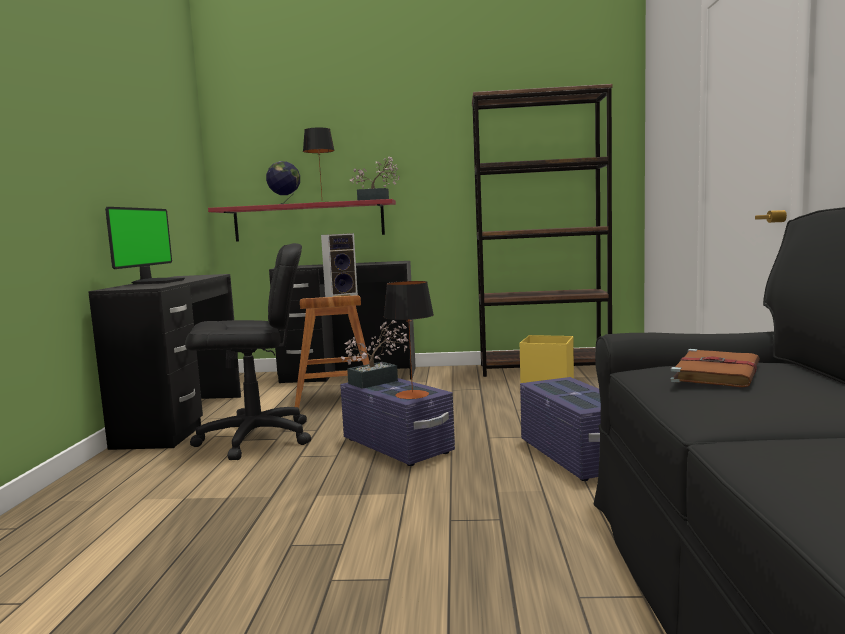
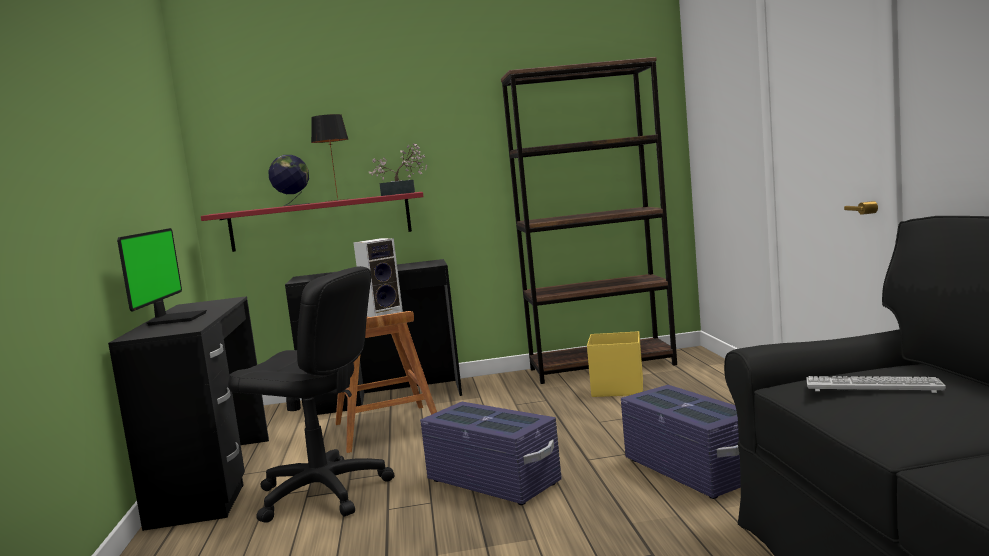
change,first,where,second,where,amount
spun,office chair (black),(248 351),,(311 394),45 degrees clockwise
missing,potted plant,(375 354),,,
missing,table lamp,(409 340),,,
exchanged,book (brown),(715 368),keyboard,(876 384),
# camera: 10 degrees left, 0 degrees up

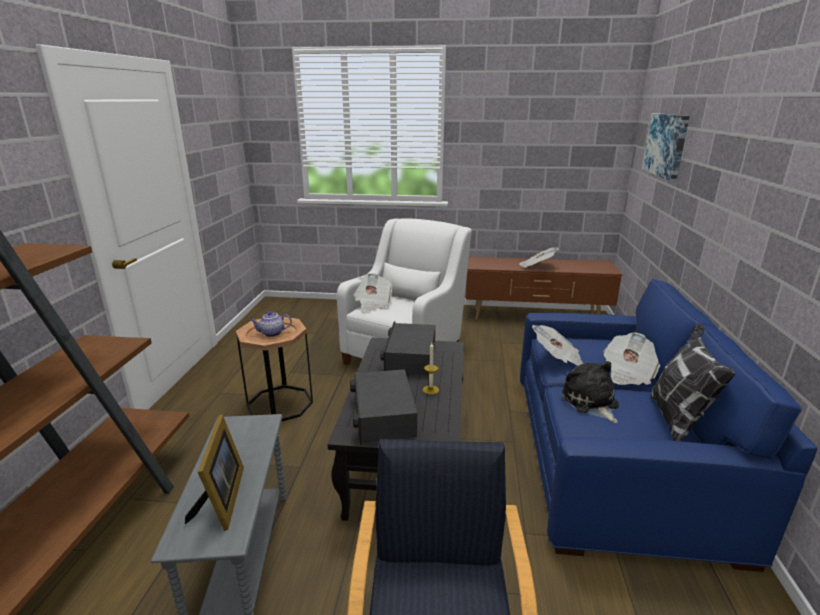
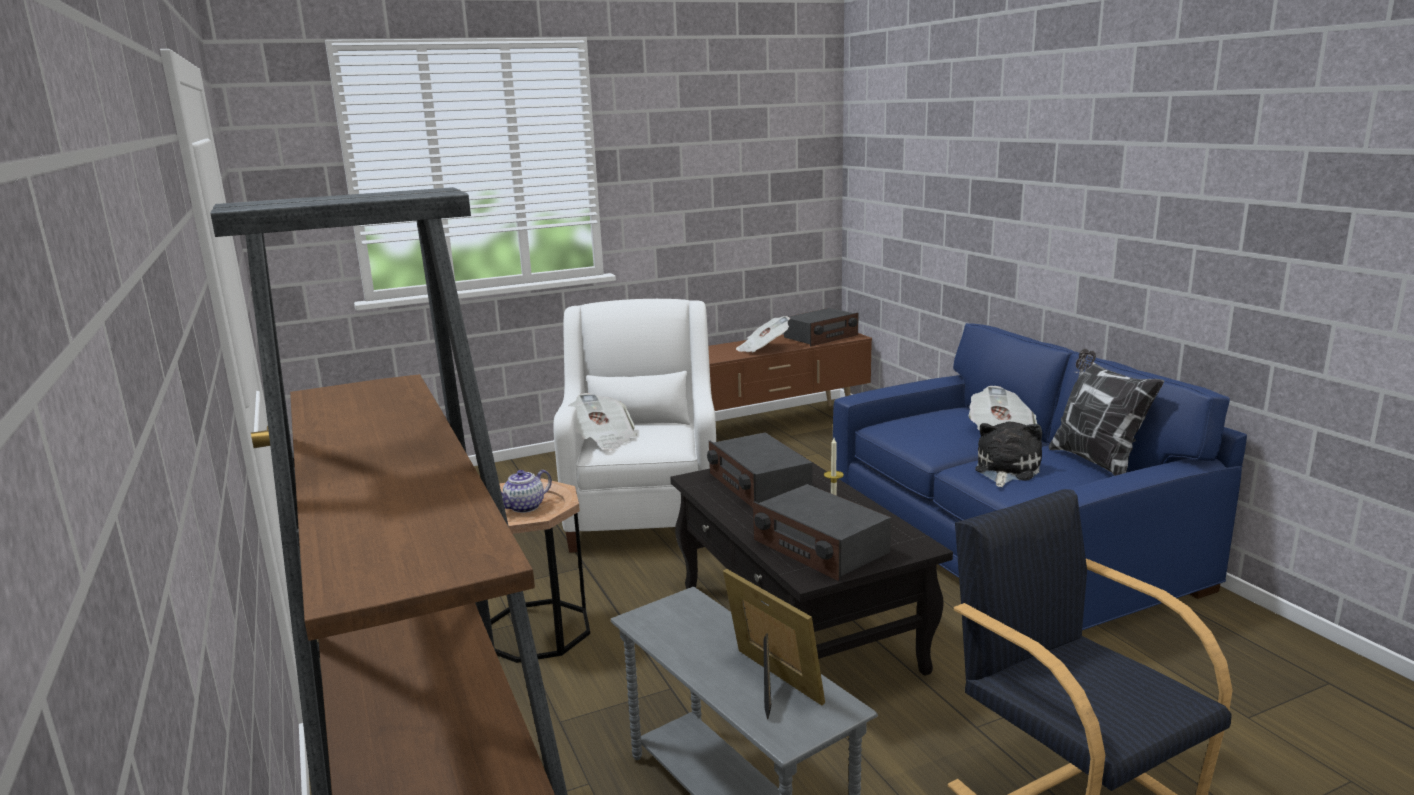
change,first,where,second,where,amount
missing,newspaper,(557 345),,,
spun,plush toy,(590 392),,(1008 454),75 degrees clockwise
missing,picture,(666 147),,,
appeared,,,radio,(821 327),
# camera: 30 degrees left, 5 degrees down

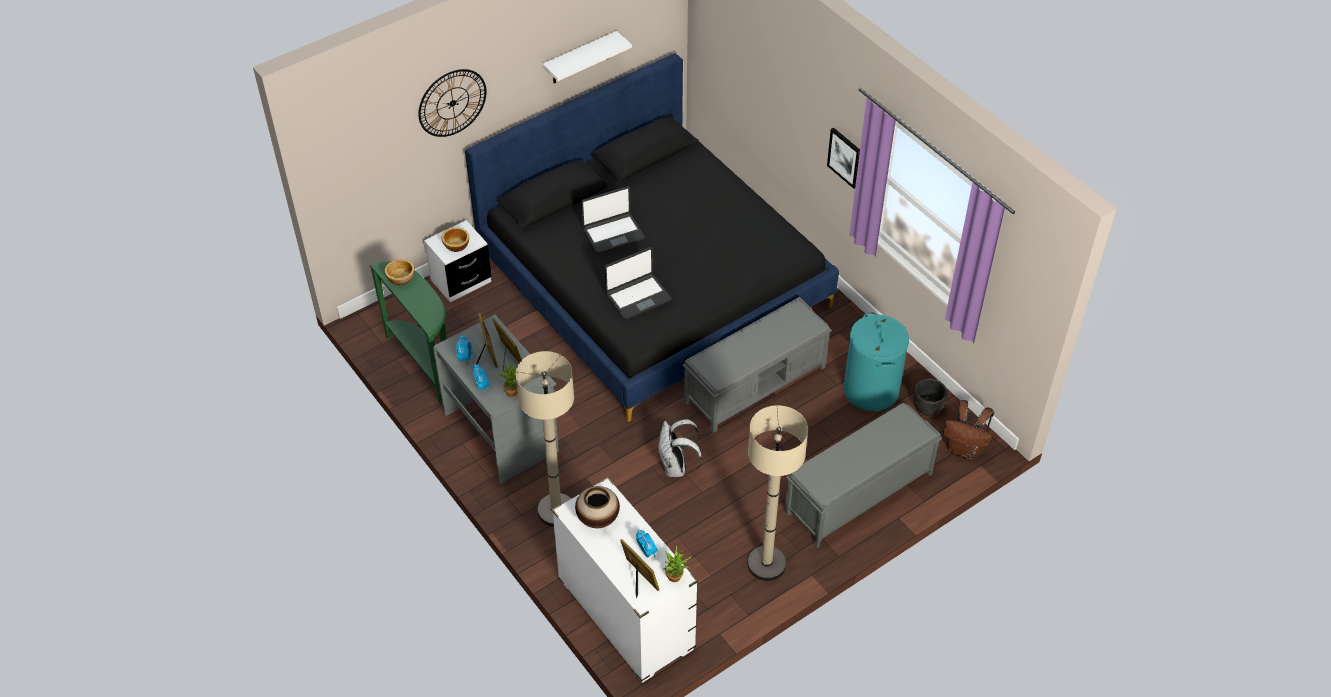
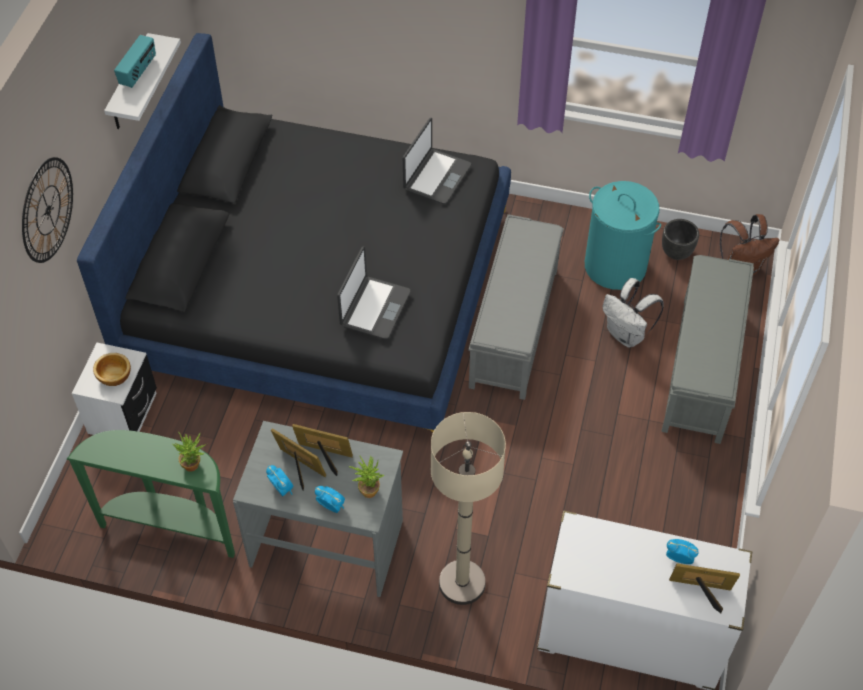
change,first,where,second,where,amount
missing,bowl,(400 272),,,
missing,vase,(597 507),,,
relocated,laptop,(613 219),,(437 161),
relocated,backpack (white),(680 448),,(633 313),
relocated,potted plant,(677 564),,(189 452),
missing,floor lamp (beige),(777 493),,,
missing,picture,(843 158),,,
appeared,,,radio,(135 61),
# camera: 40 degrees left, 5 degrees up

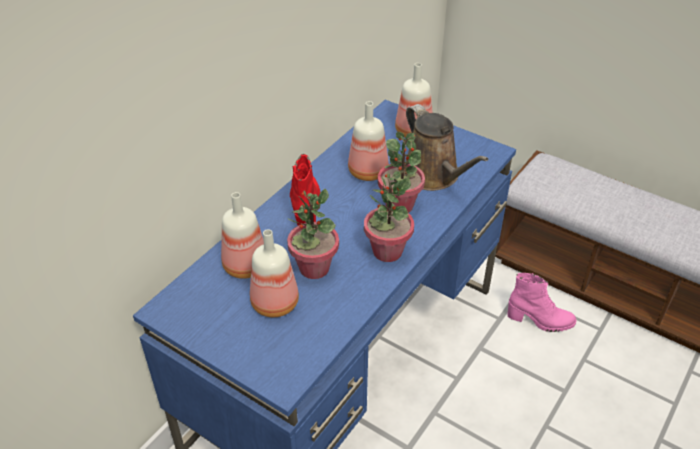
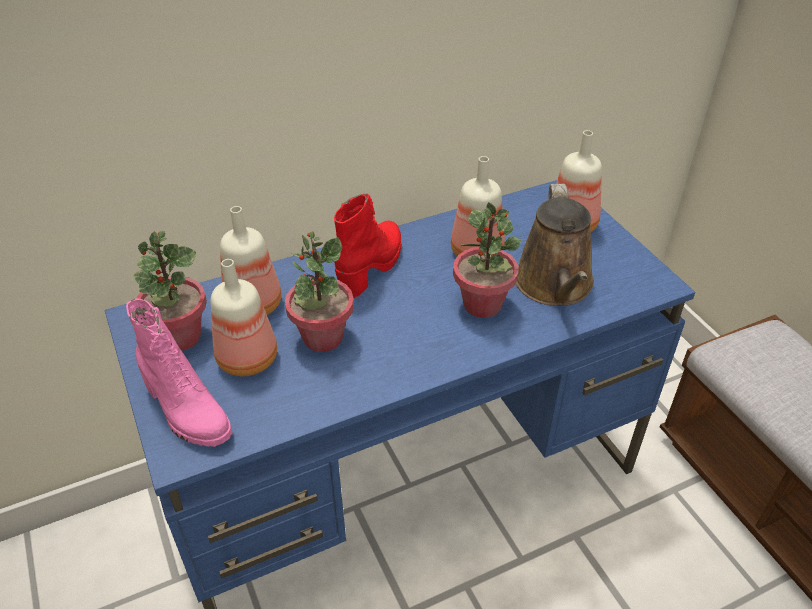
change,first,where,second,where,amount
relocated,potted plant,(389 217),,(170 291),
relocated,boot (pink),(542 302),,(179 373),
# camera: 30 degrees right, 0 degrees up

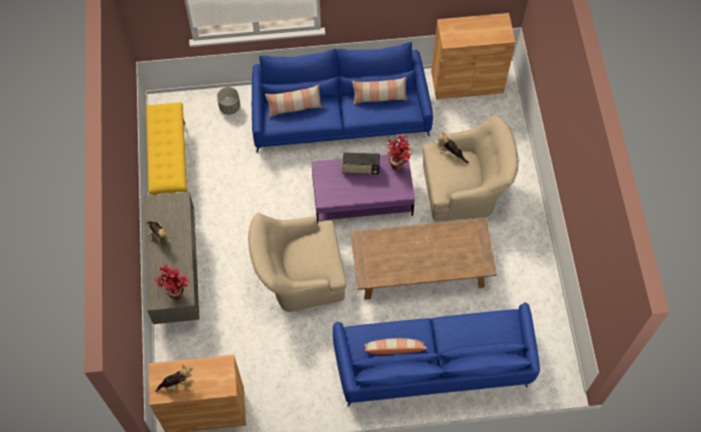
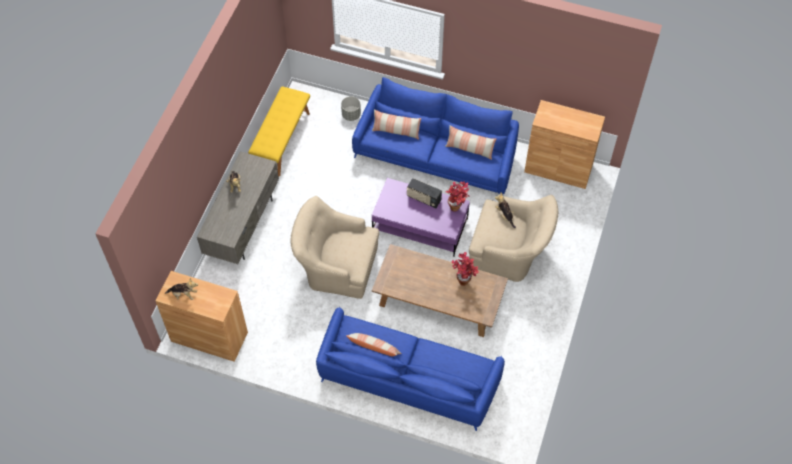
change,first,where,second,where,amount
relocated,potted plant,(171 282),,(465 269),
# camera: 25 degrees right, 5 degrees down

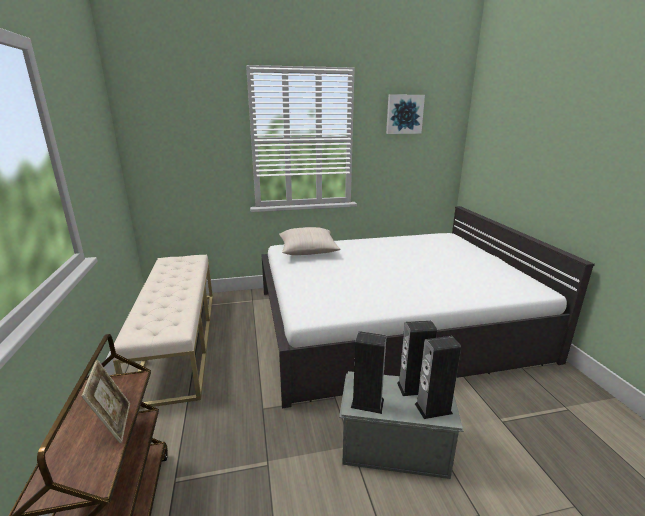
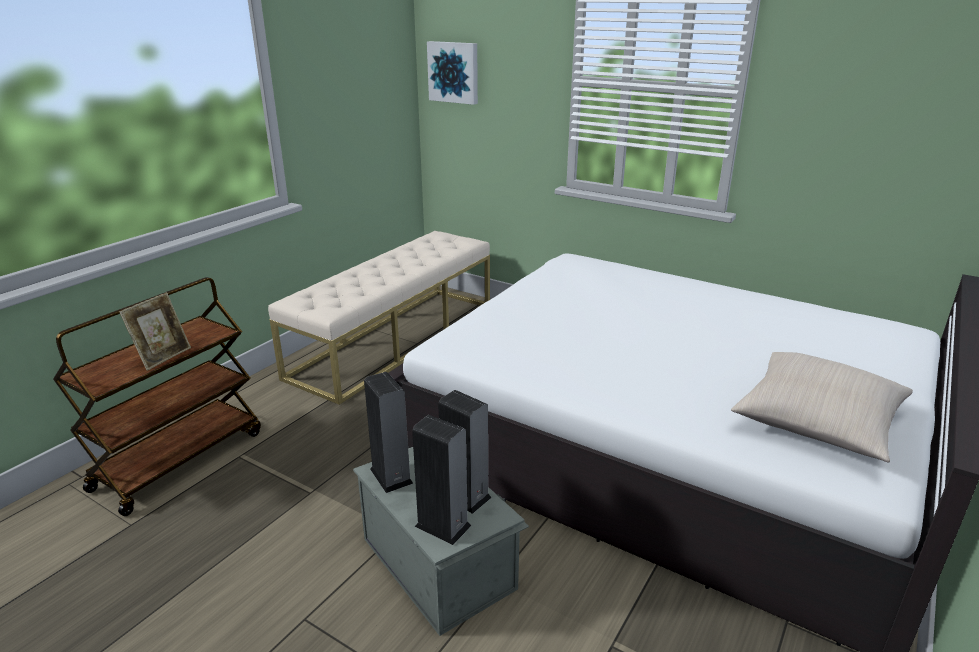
change,first,where,second,where,amount
relocated,pillow (beige),(310 241),,(822 407),
relocated,picture,(405 114),,(452 73),
# camera: 45 degrees right, 5 degrees up

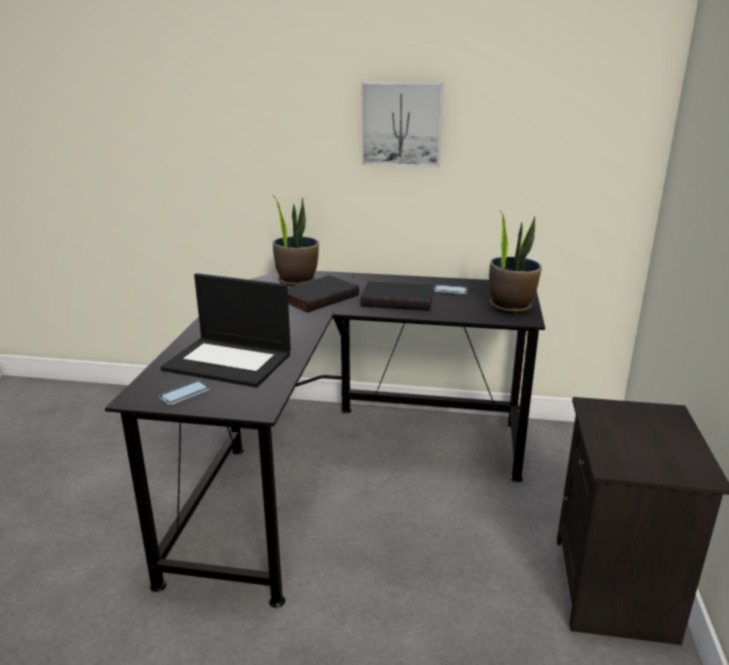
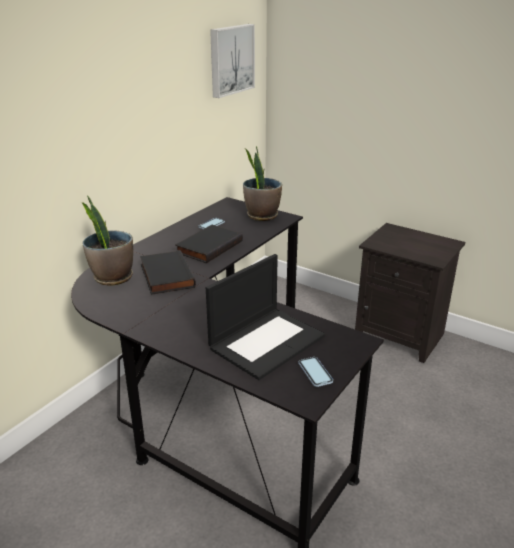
change,first,where,second,where,amount
relocated,picture,(402 124),,(232 61),
# camera: 65 degrees left, 5 degrees up

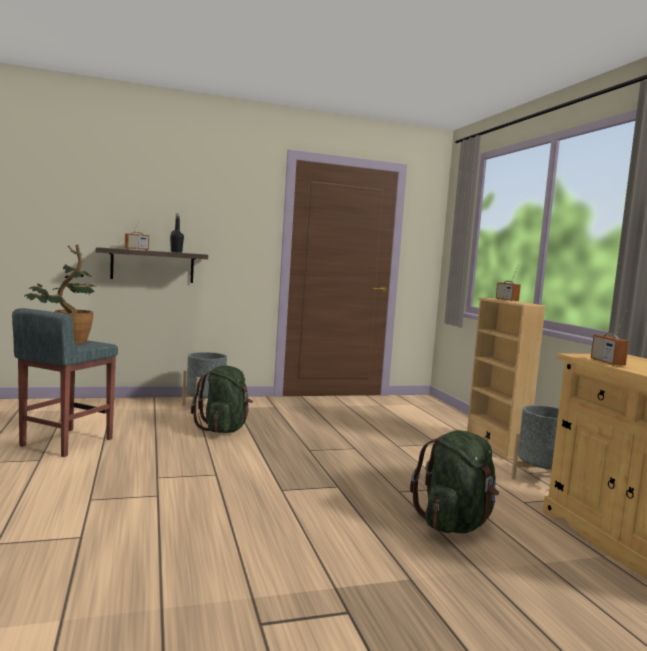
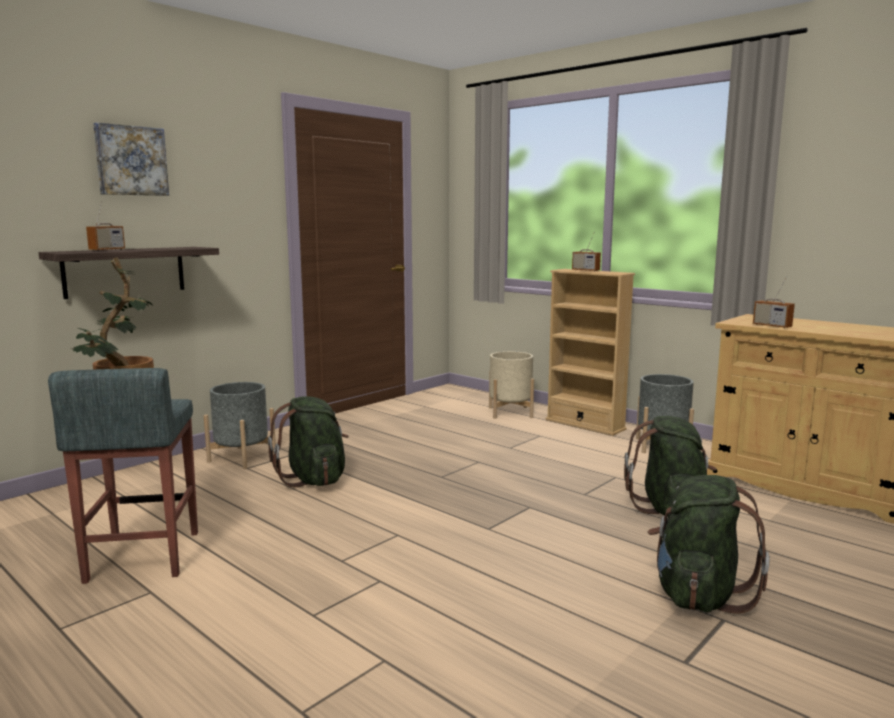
change,first,where,second,where,amount
missing,bottle (black),(177 233),,,
appeared,,,picture,(131 159),
appeared,,,planter (beige),(511 385),
appeared,,,backpack (green),(708 544),
# camera: 30 degrees left, 5 degrees up

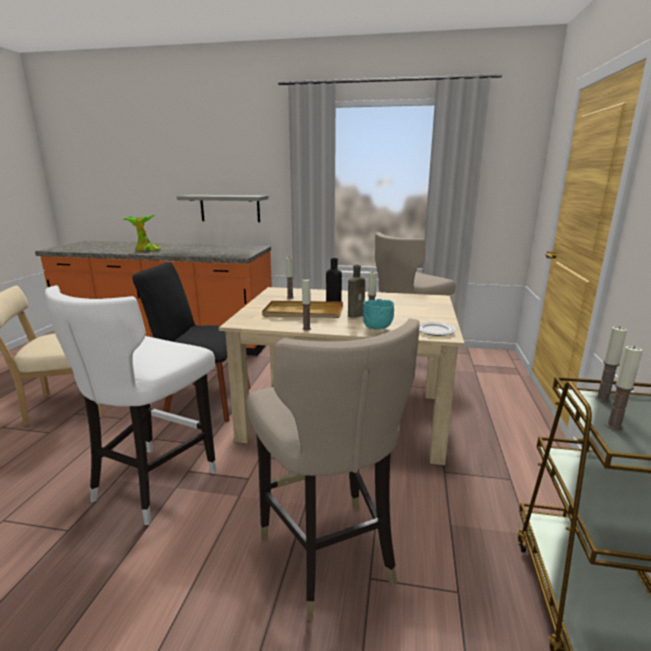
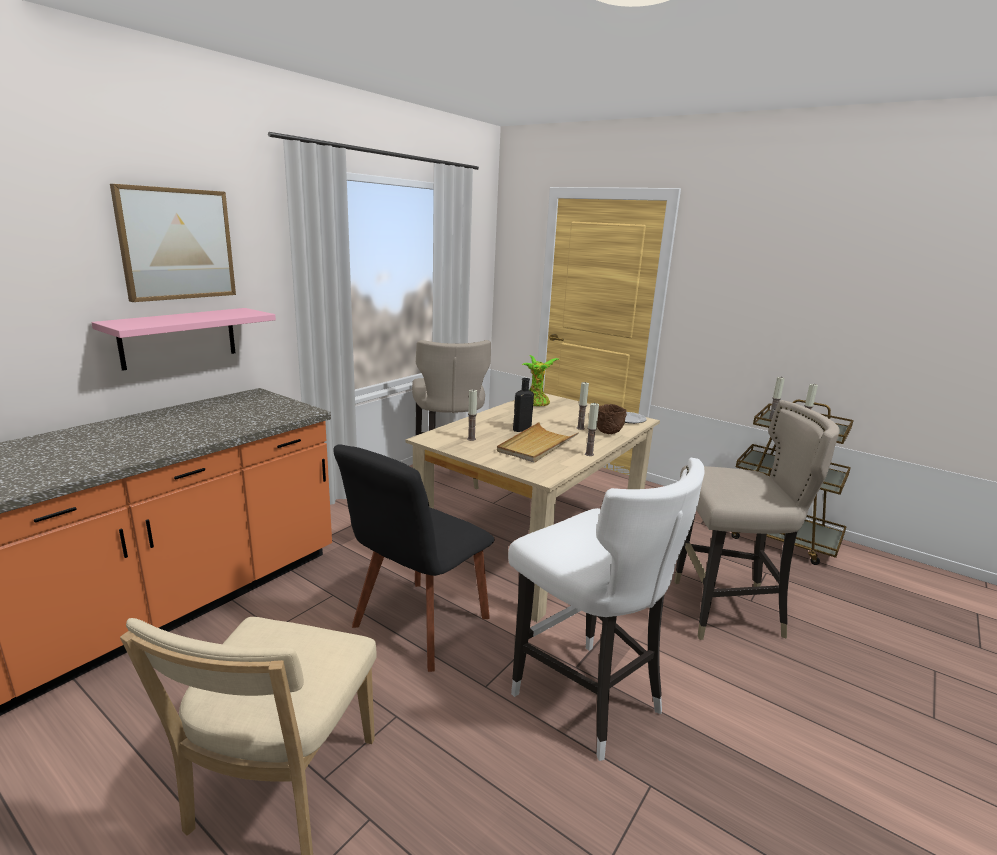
change,first,where,second,where,amount
relocated,potted plant,(141 233),,(540 380),
colour,shelf (grey),(223 208),shelf (pink),(183 339),
missing,bottle (brown),(356 291),,,
colour,bowl (turquoise),(378 314),bowl (brown),(612 419),
appeared,,,picture,(173 243),
# camera: 65 degrees left, 0 degrees up

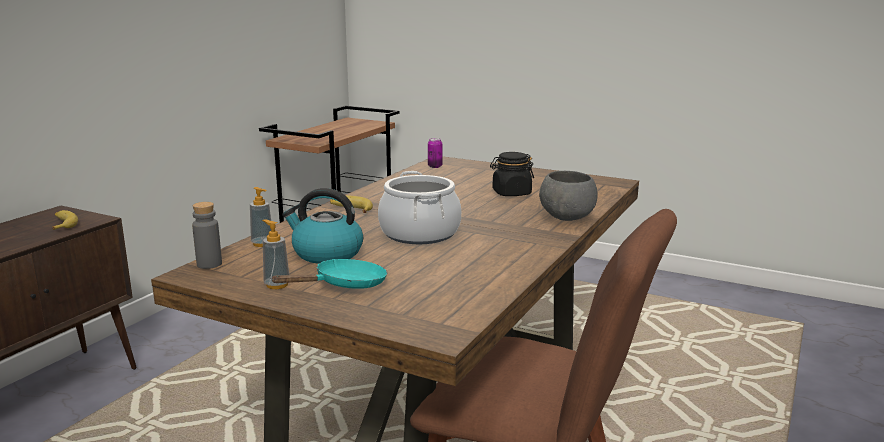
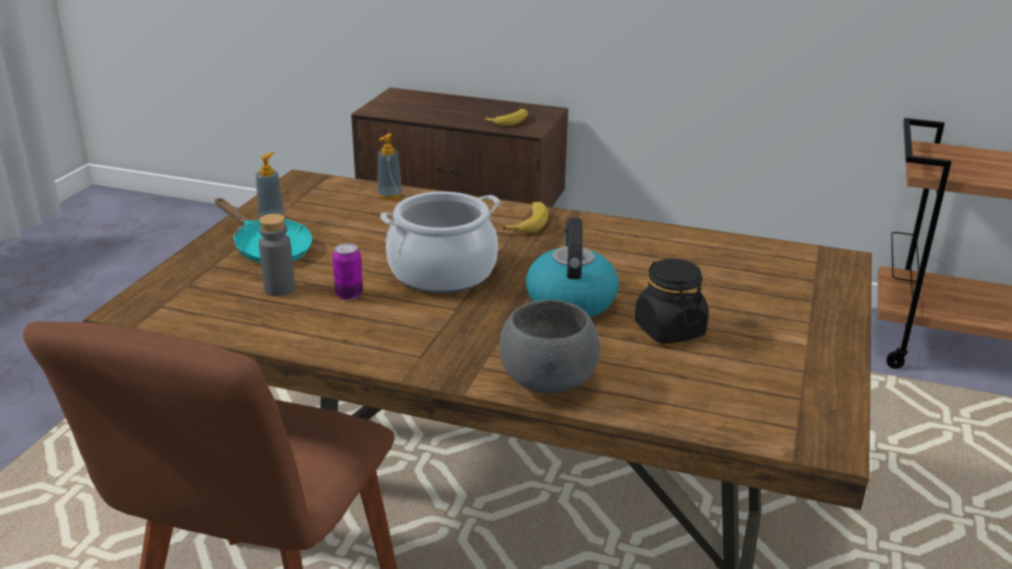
change,first,where,second,where,amount
relocated,bottle (grey),(207 235),,(277 255),
relocated,kettle,(322 226),,(572 267),
relocated,can,(435 153),,(347 271),
# camera: 80 degrees right, 10 degrees up

